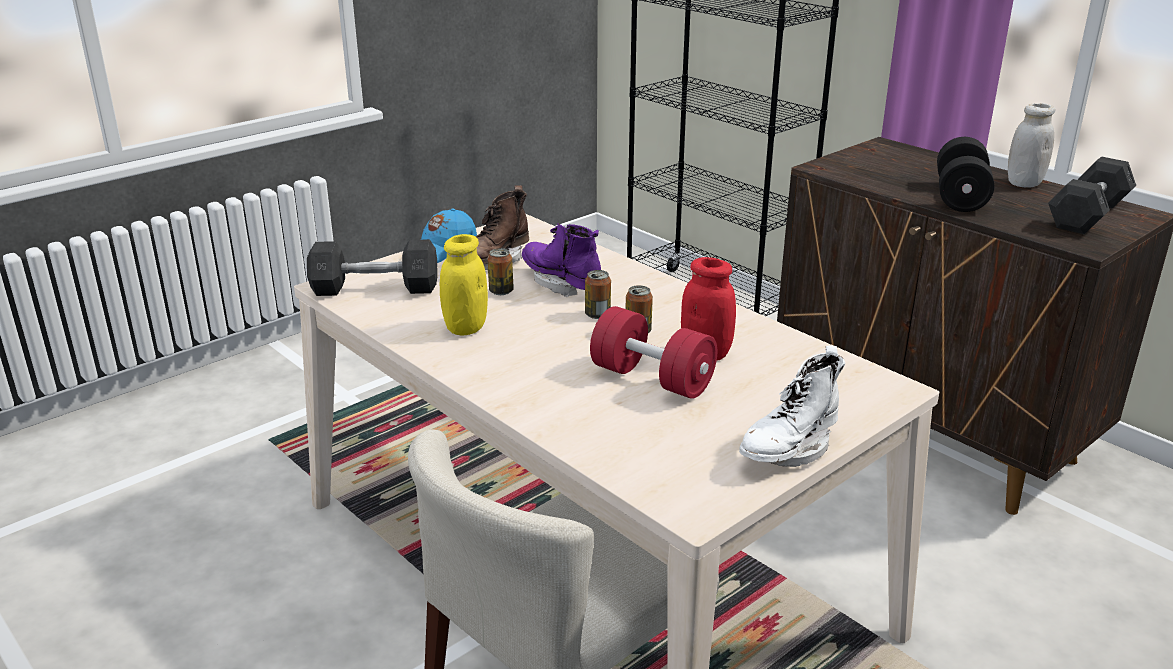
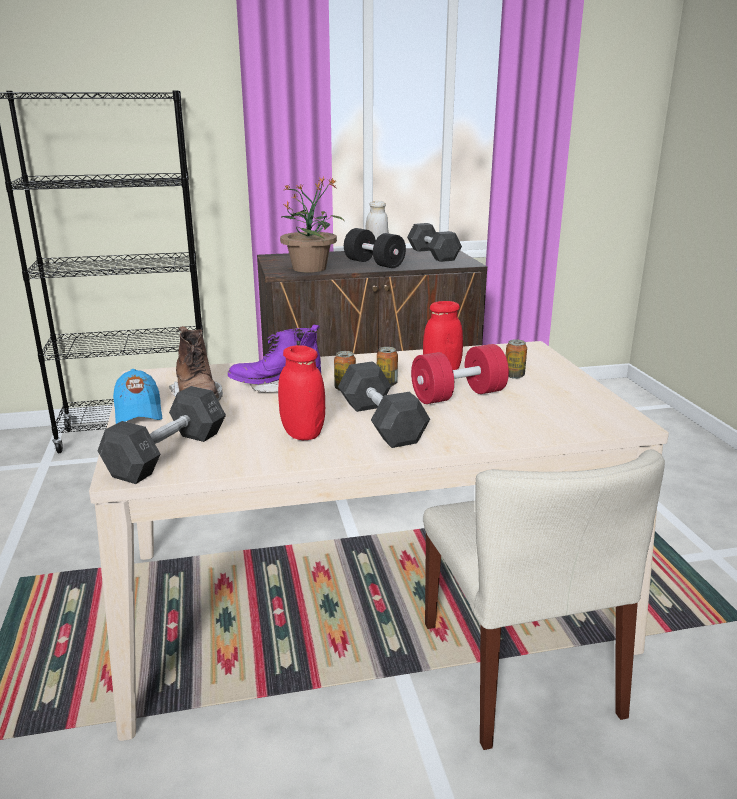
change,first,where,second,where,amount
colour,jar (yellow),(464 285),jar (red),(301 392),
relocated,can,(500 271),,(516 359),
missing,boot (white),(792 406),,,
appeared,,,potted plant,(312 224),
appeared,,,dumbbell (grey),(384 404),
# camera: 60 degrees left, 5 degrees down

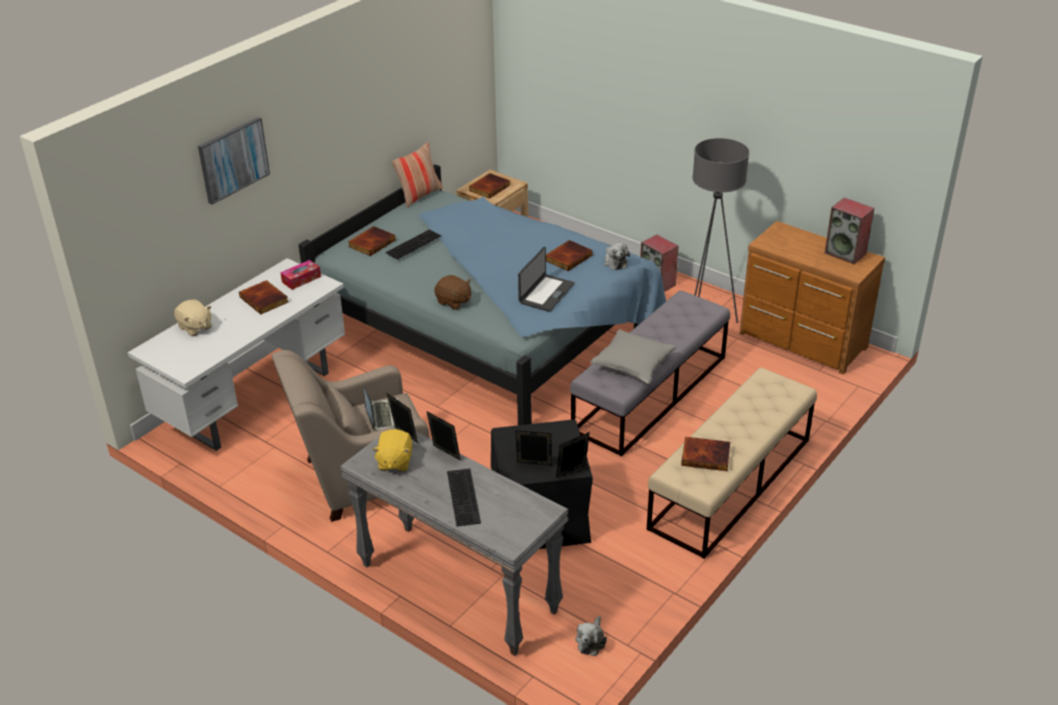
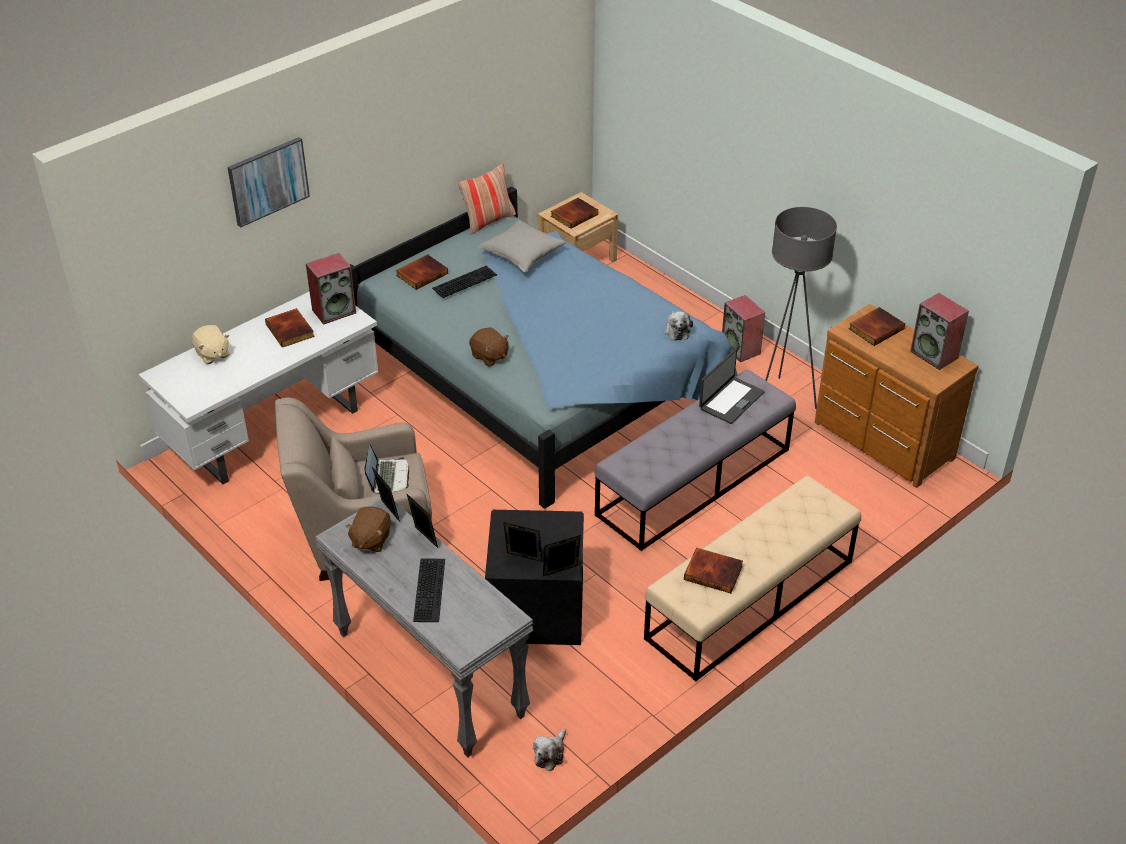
change,first,where,second,where,amount
exchanged,tissue box,(300 275),speaker,(331 289),
colour,plush toy (yellow),(392 450),plush toy (brown),(368 529),
relocated,laptop,(546 279),,(732 386),
relocated,book,(569 255),,(877 326),
relocated,pillow (grey),(633 356),,(522 246),
# camera: 10 degrees right, 5 degrees up

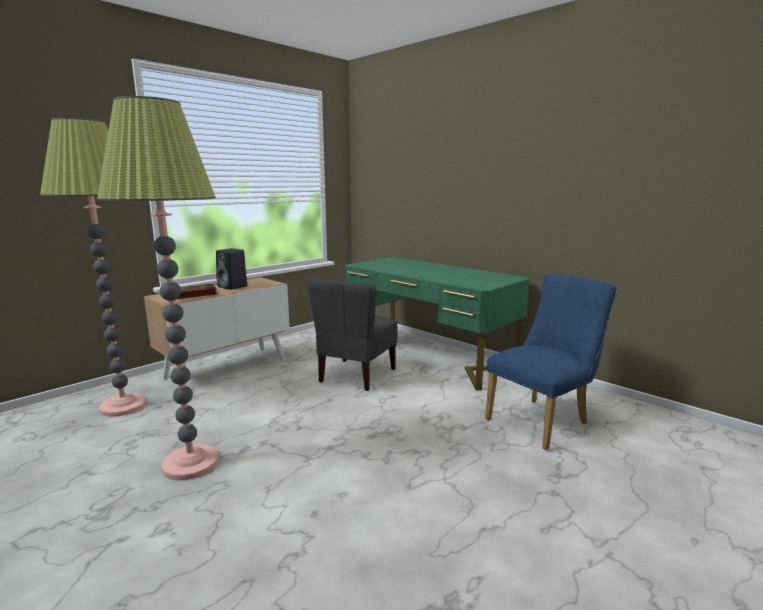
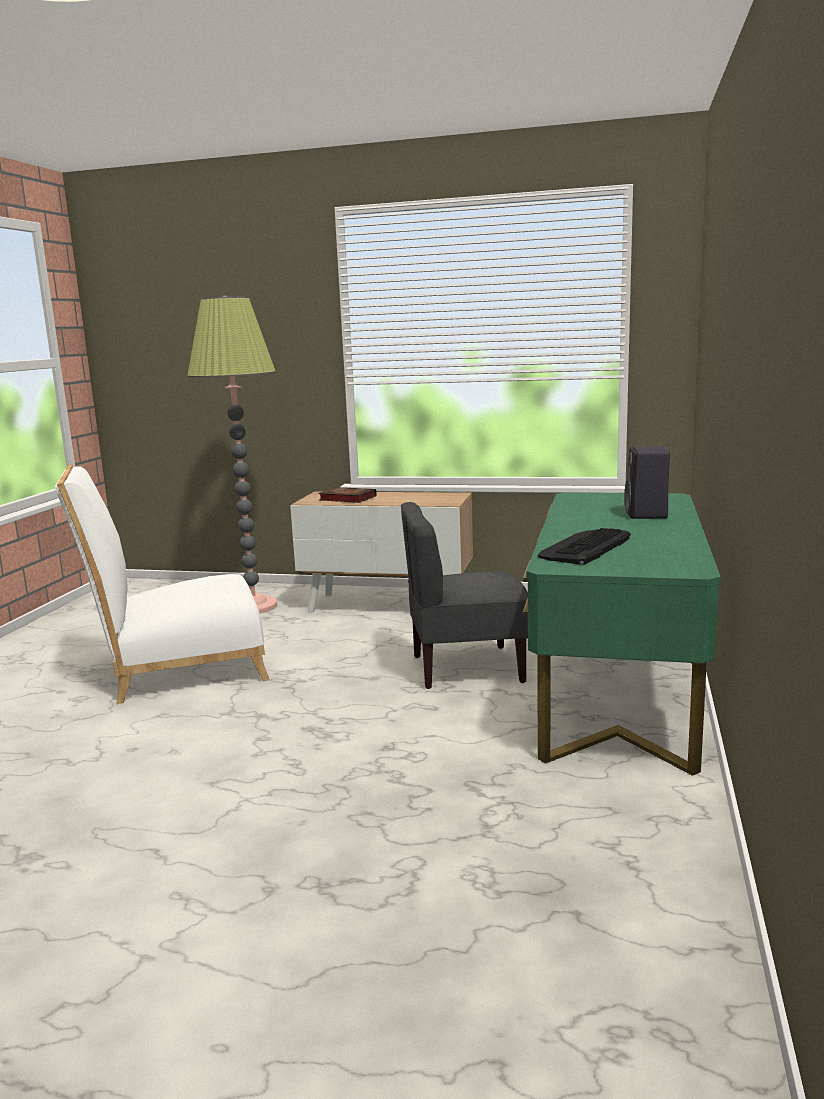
change,first,where,second,where,amount
exchanged,floor lamp,(158 288),chair (white),(162 584),
relocated,speaker (black),(231 269),,(647 482),
missing,chair (blue),(551 361),,,
appeared,,,keyboard,(584 546),
# camera: 60 degrees right, 0 degrees up

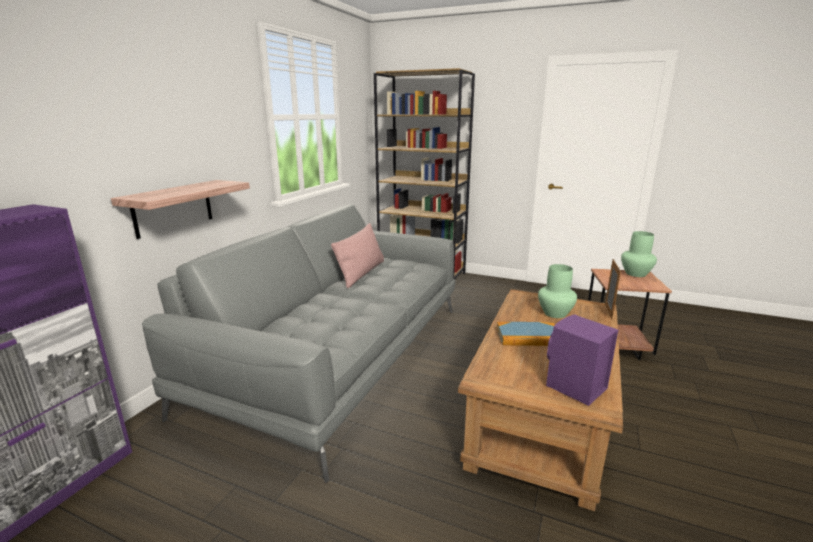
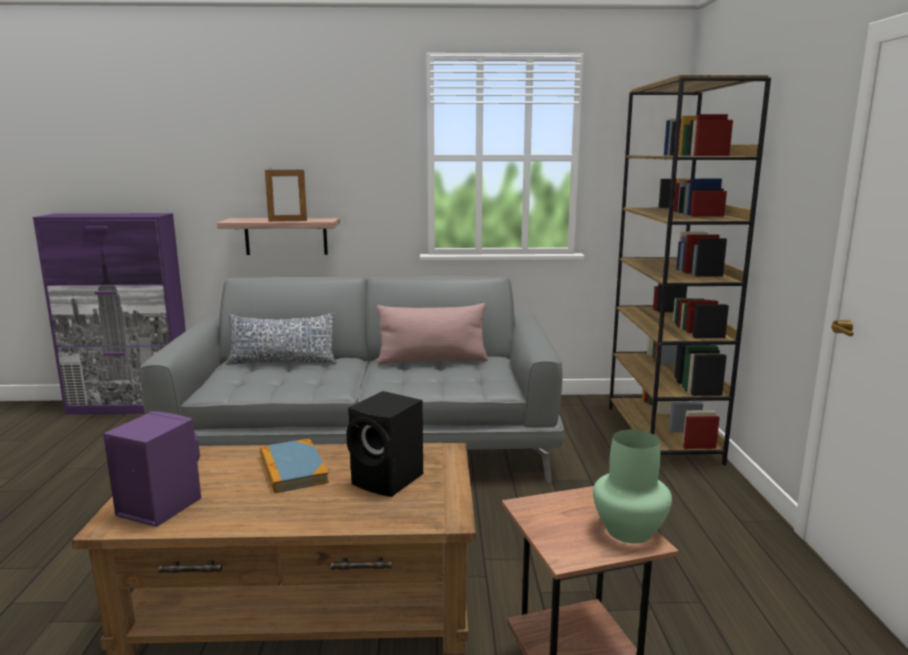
change,first,where,second,where,amount
exchanged,vase (green),(557 291),speaker (black),(384 444),
relocated,picture frame,(613 289),,(286 195),
appeared,,,pillow,(280 339),
# camera: 65 degrees right, 5 degrees down

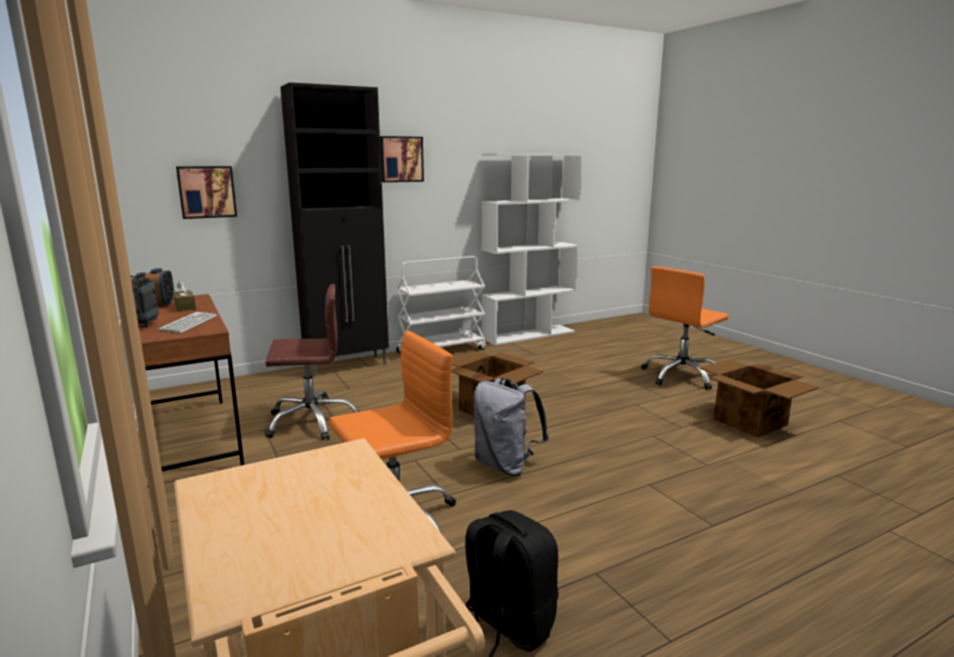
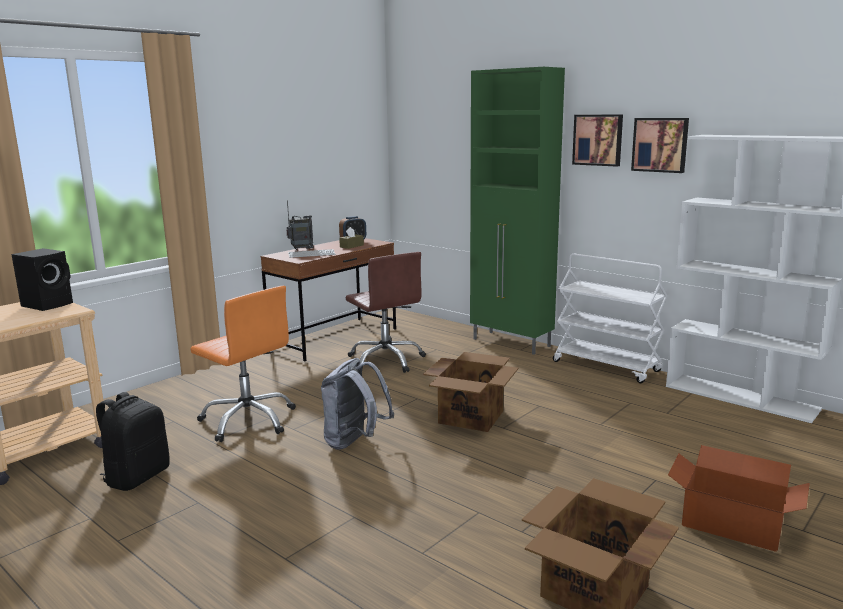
change,first,where,second,where,amount
relocated,picture,(206 192),,(660 145),
colour,cabinet (black),(334 229),cabinet (green),(517 211),
exchanged,office chair (orange),(684 328),cardboard box,(739 498),
appeared,,,speaker (black),(42 279),
# camera: 70 degrees right, 0 degrees up

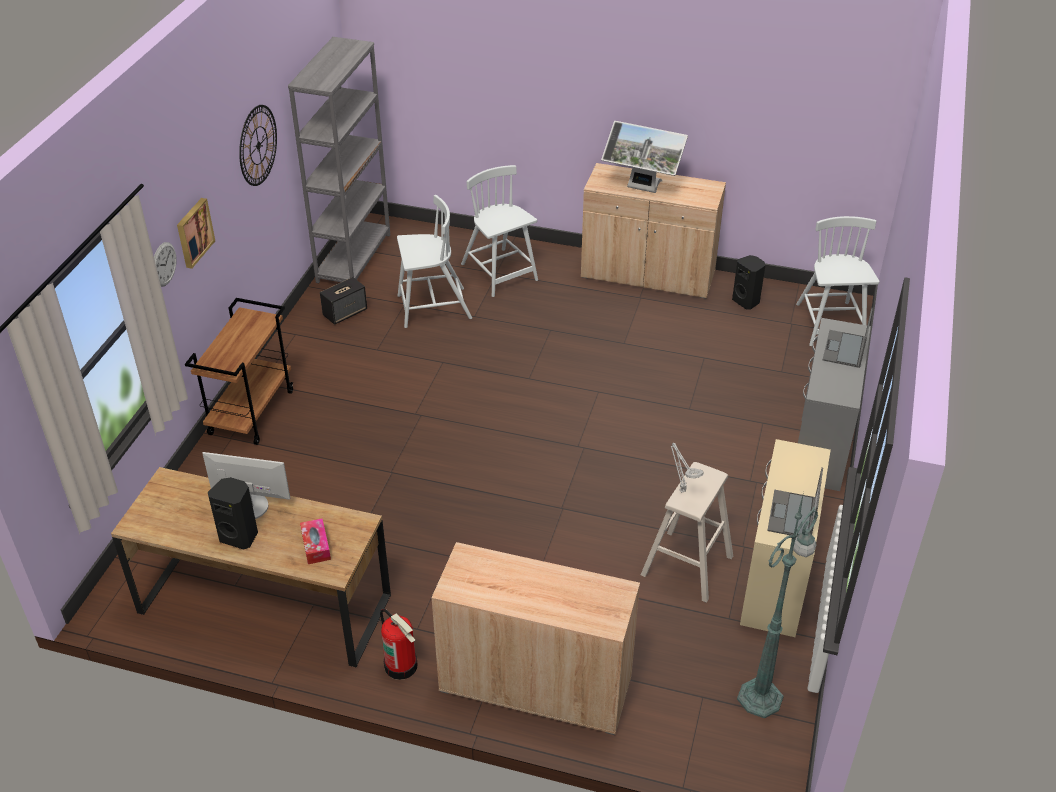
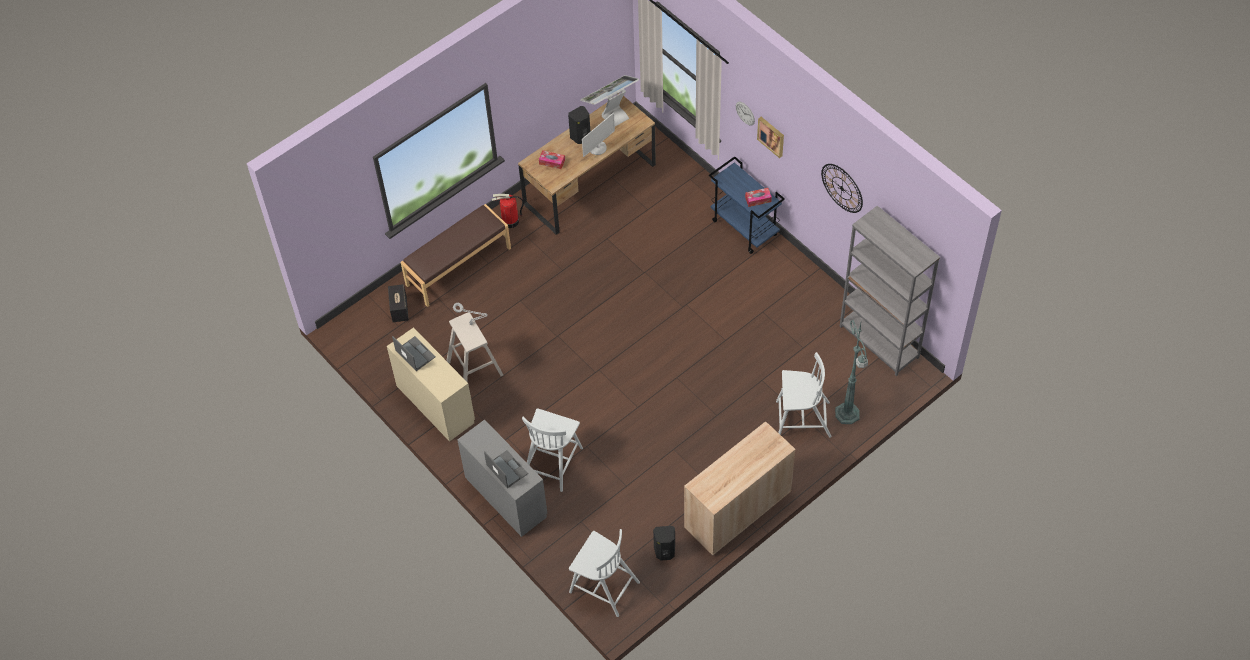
change,first,where,second,where,amount
colour,cart (brown),(239 371),cart (blue),(747 205),
relocated,speaker,(343 301),,(398 303),
relocated,chair (white),(434 261),,(552 450),
exchanged,cabinet (beige),(535 638),bench (brown),(456 255),
relocated,monitor,(644 157),,(609 100),
relocated,floor lamp (green),(777 605),,(851 372),
appeared,,,tissue box,(758 197),
# camera: 125 degrees right, 15 degrees up

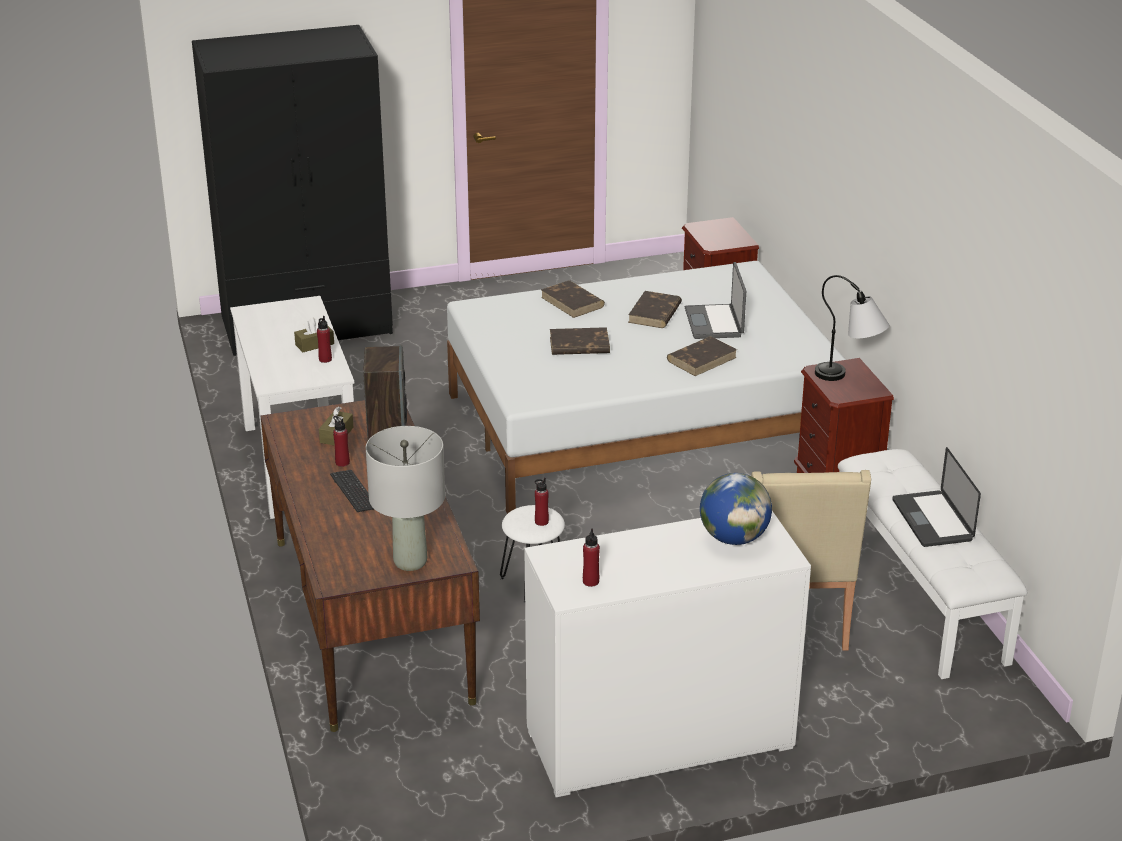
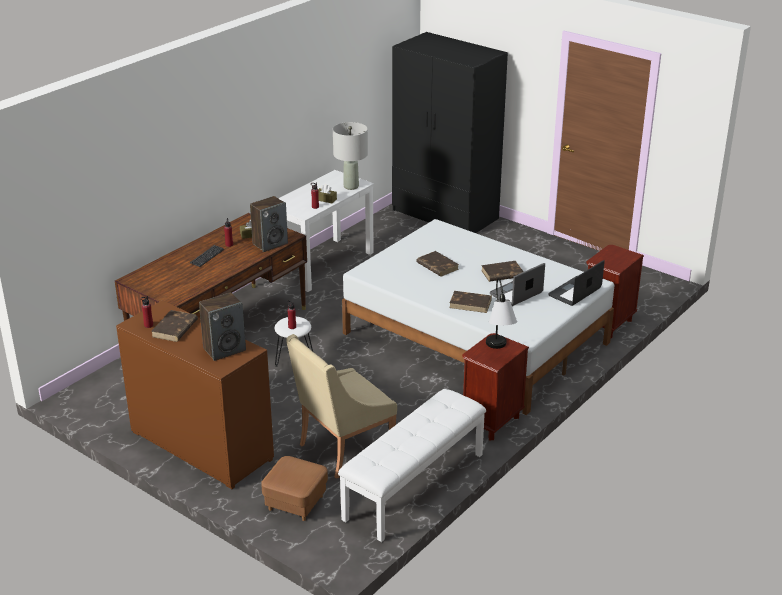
change,first,where,second,where,amount
relocated,table lamp (grey),(405 498),,(350 156),
colour,dresser (white),(667 654),dresser (brown),(195 394),
relocated,book (brown),(573 299),,(174 326),
exchanged,globe,(736 509),speaker,(222 326),
relocated,laptop,(936 497),,(576 283),
appeared,,,ottoman (brown),(294 488),
# camera: 55 degrees right, 0 degrees up

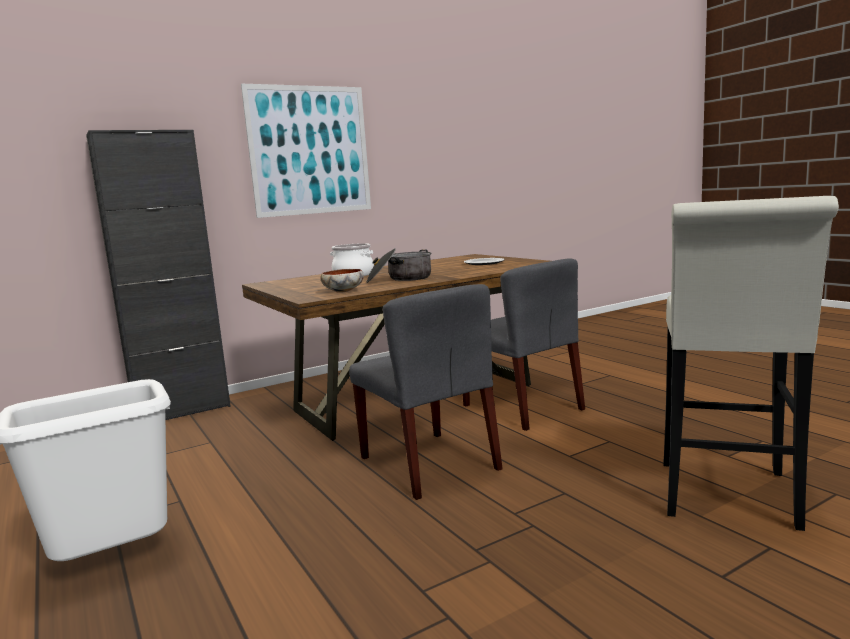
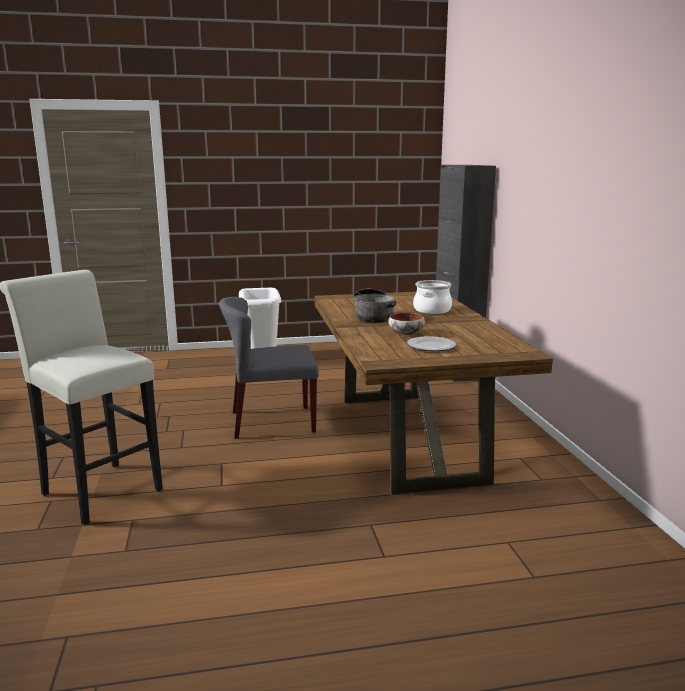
change,first,where,second,where,amount
missing,picture,(306 151),,,
relocated,bowl,(342 281),,(406 324),
missing,chair (grey),(523 344),,,
# camera: 110 degrees right, 5 degrees up

